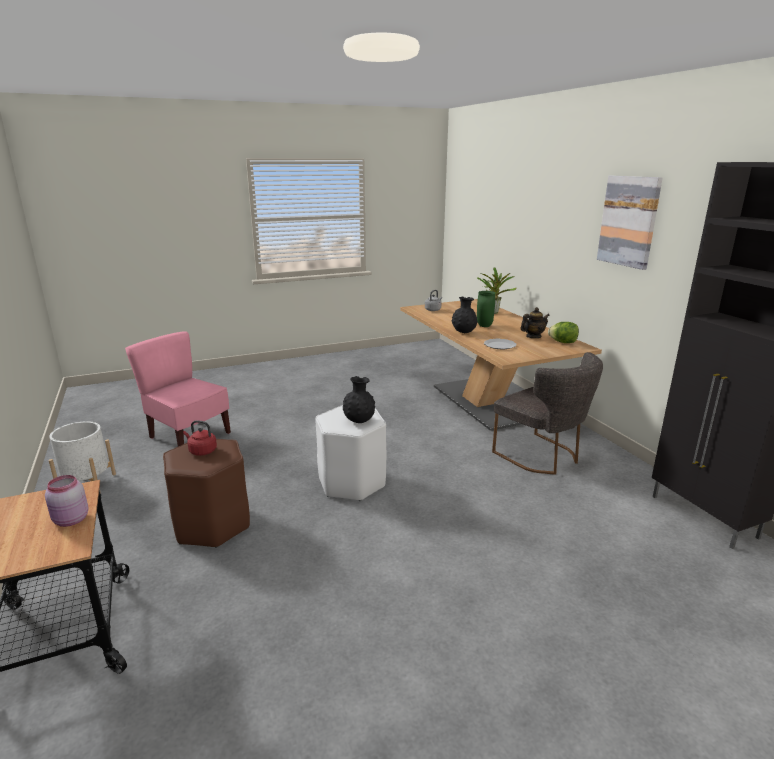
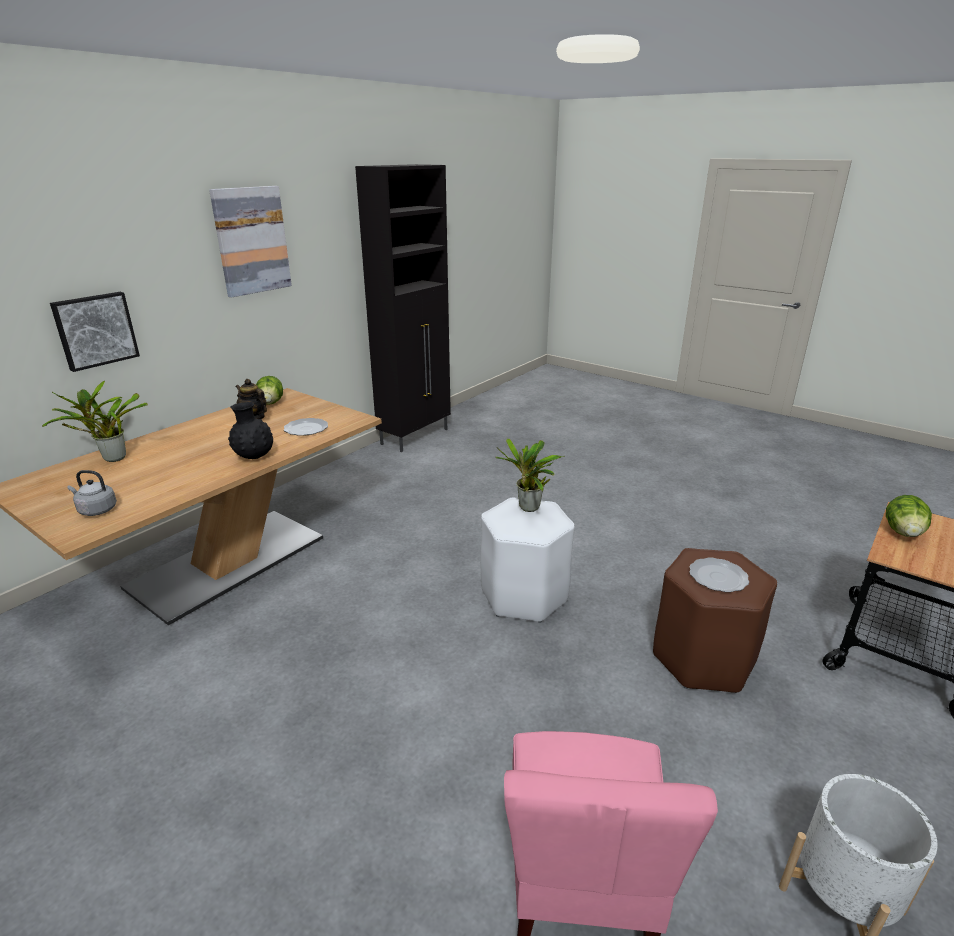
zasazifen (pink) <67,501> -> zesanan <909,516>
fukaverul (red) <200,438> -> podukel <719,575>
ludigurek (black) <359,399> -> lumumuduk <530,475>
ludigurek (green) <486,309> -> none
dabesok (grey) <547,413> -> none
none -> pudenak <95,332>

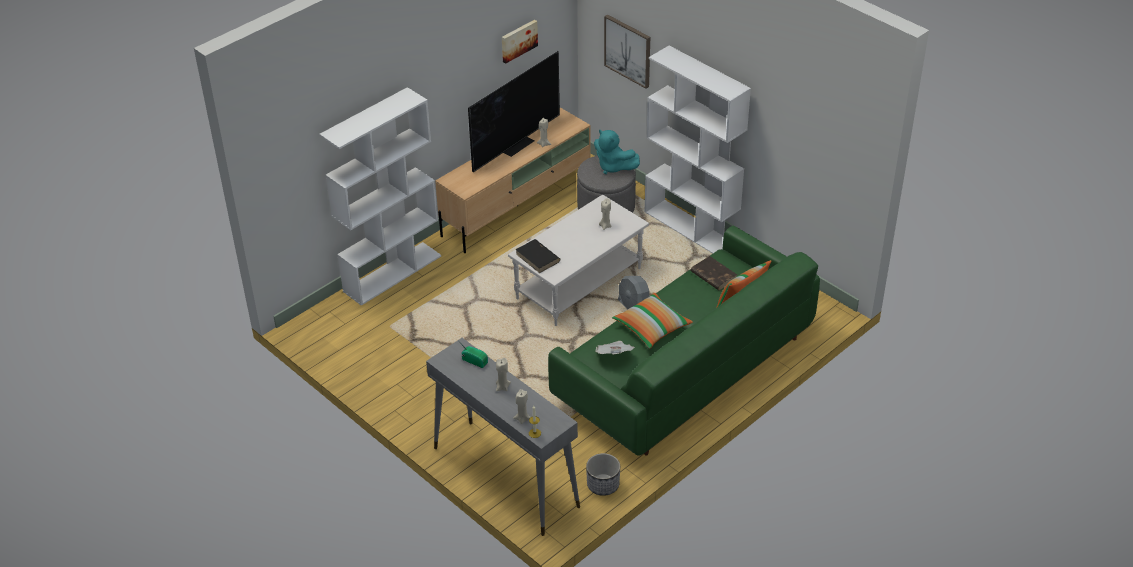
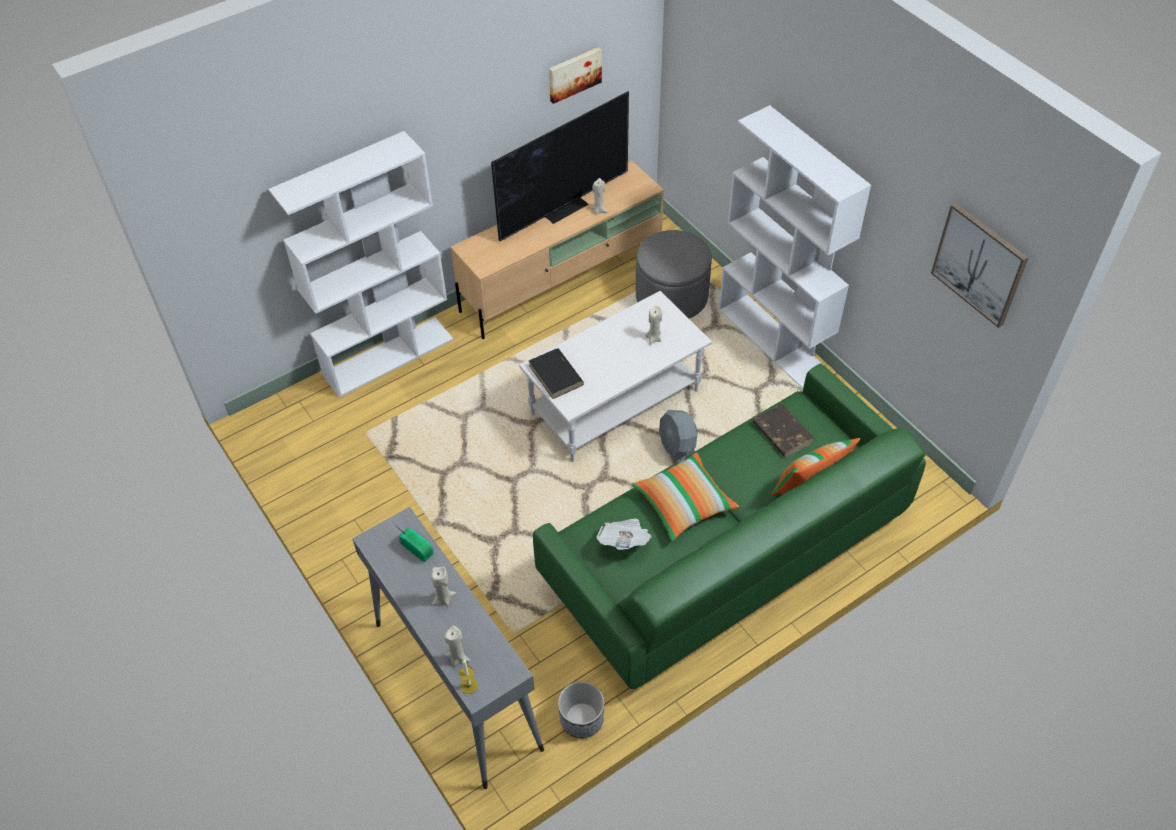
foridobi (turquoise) <617,151> -> none
pudenak <627,52> -> pudenak <980,265>, relocated

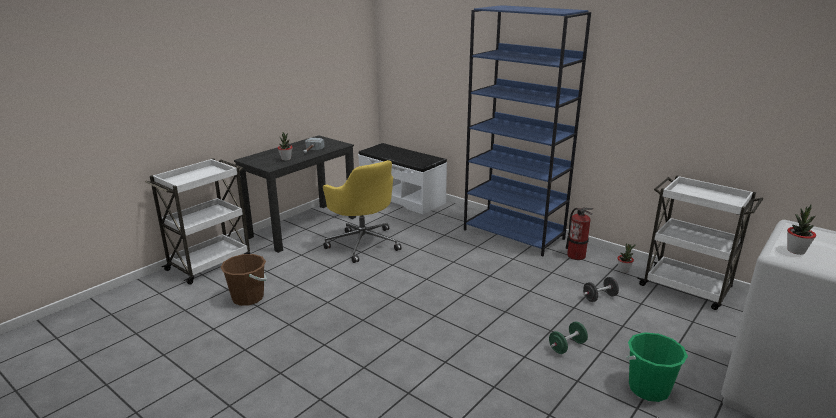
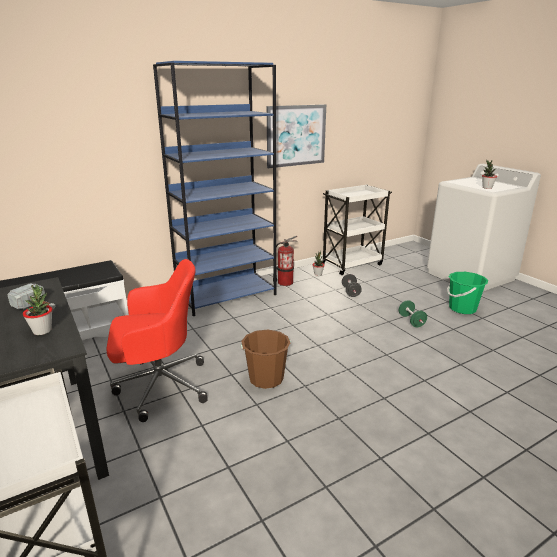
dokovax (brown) <243,280> -> dokovax (brown) <265,359>, relocated
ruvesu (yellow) <362,211> -> ruvesu (red) <157,340>
none -> pudenak <296,136>

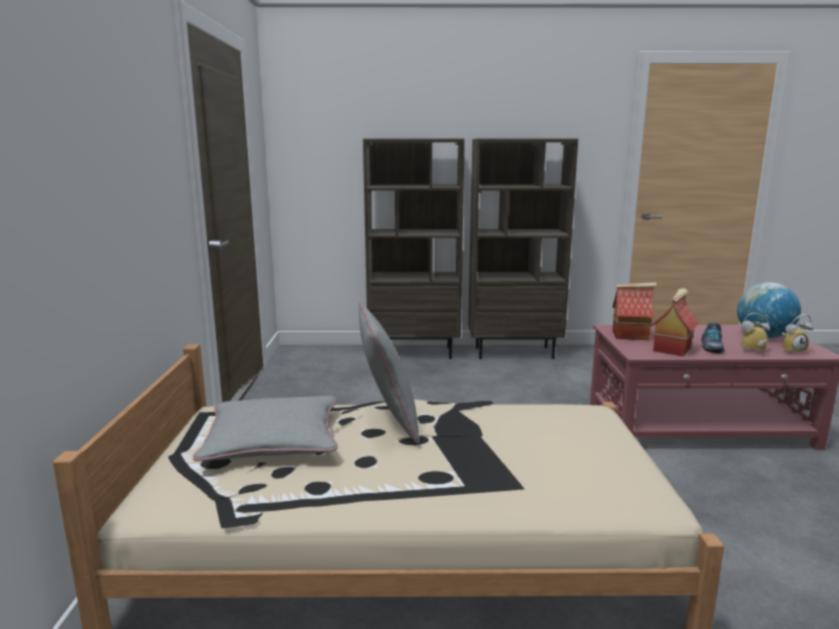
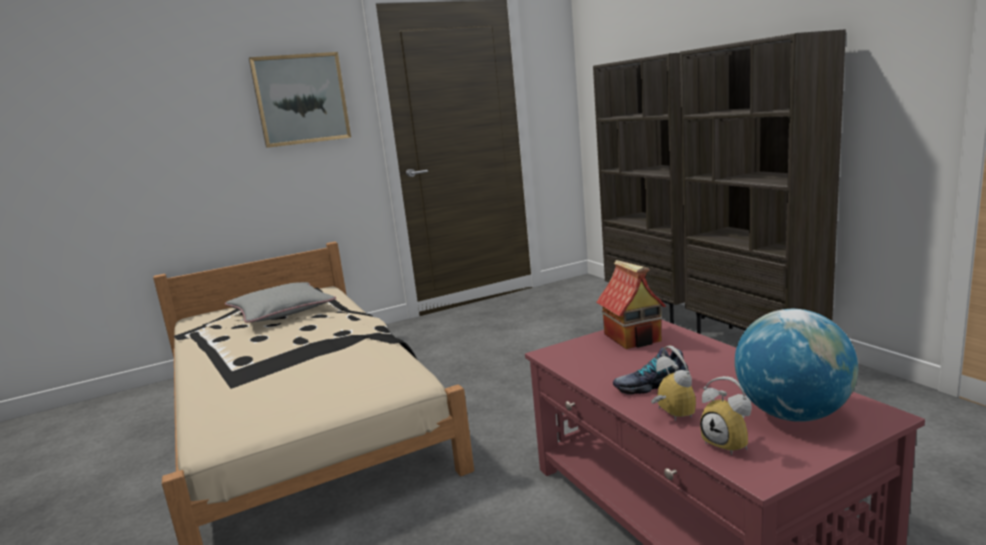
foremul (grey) <389,373> -> none
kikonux <675,322> -> none
none -> pudenak <300,100>

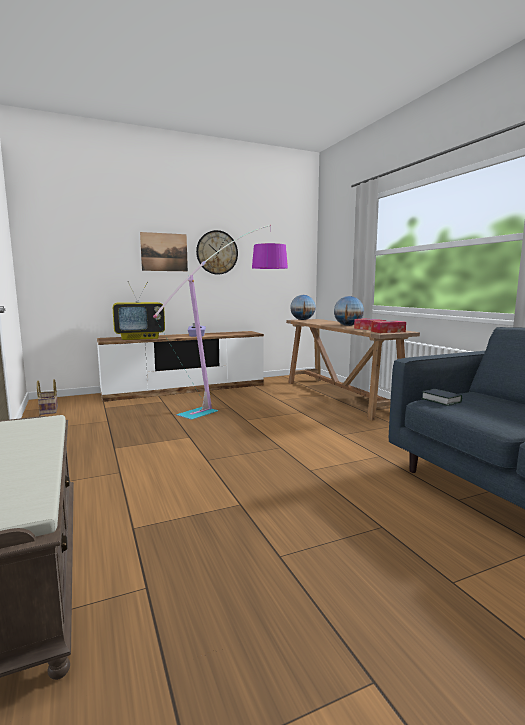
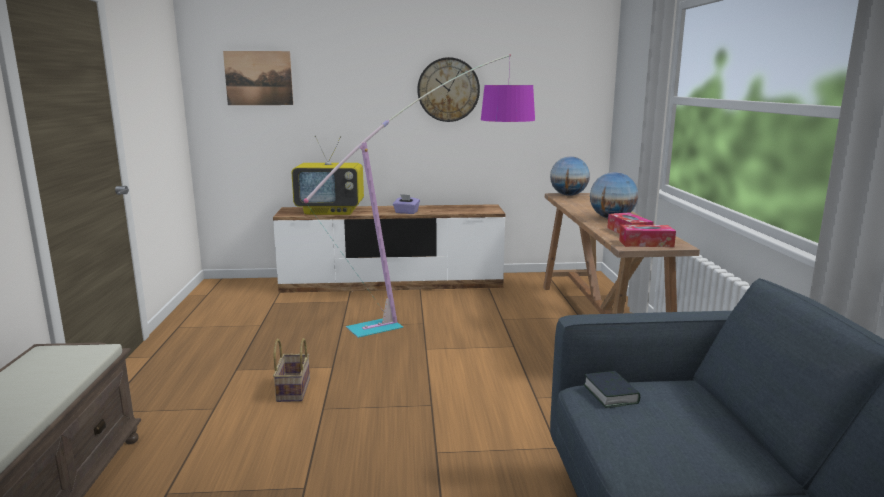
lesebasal <47,397> -> lesebasal <291,370>, relocated
pudenak <164,251> -> pudenak <258,78>, relocated

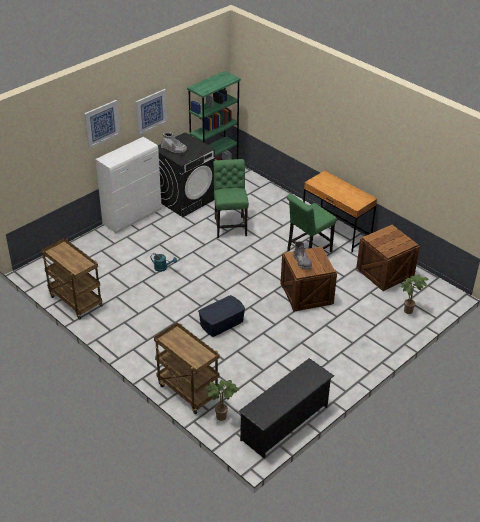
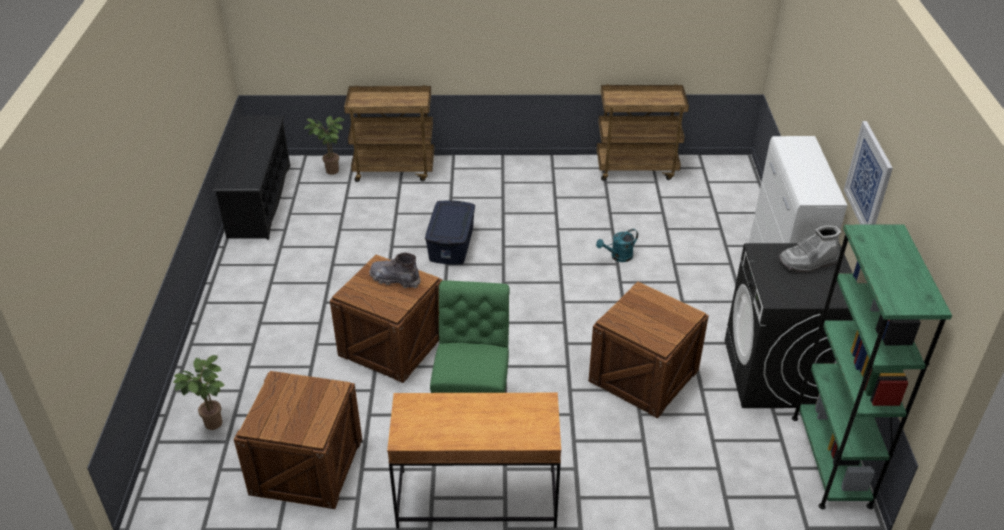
pudenak <102,124> -> none
dabesok (green) <231,198> -> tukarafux <649,350>

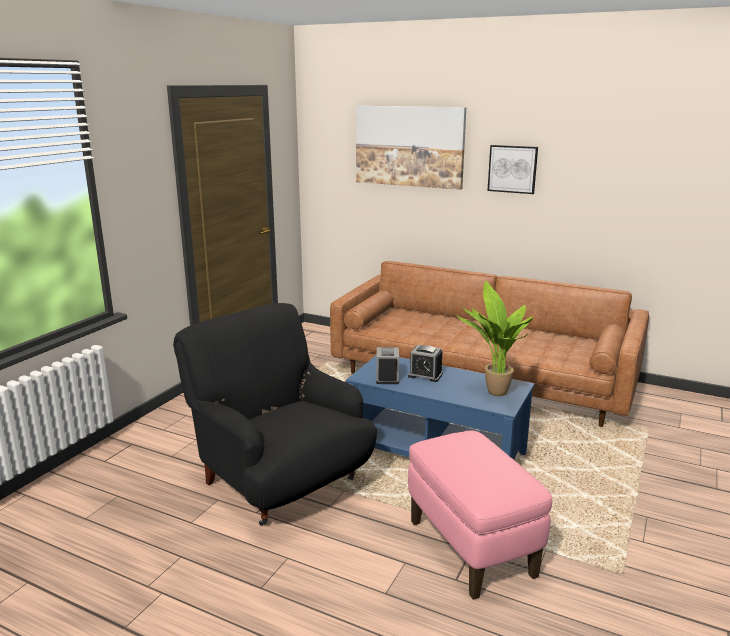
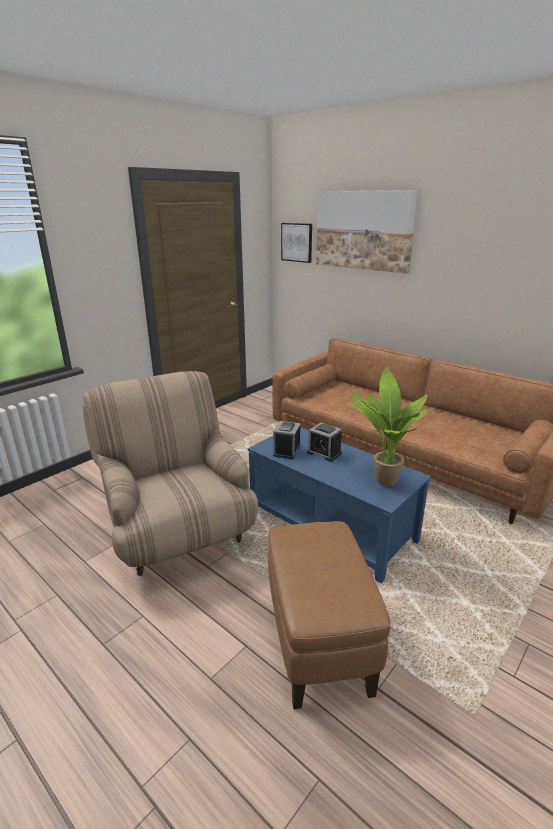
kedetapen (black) <275,414> -> kedetapen (beige) <170,473>
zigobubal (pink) <480,515> -> zigobubal (brown) <329,615>
pudenak <512,169> -> pudenak <296,243>, relocated

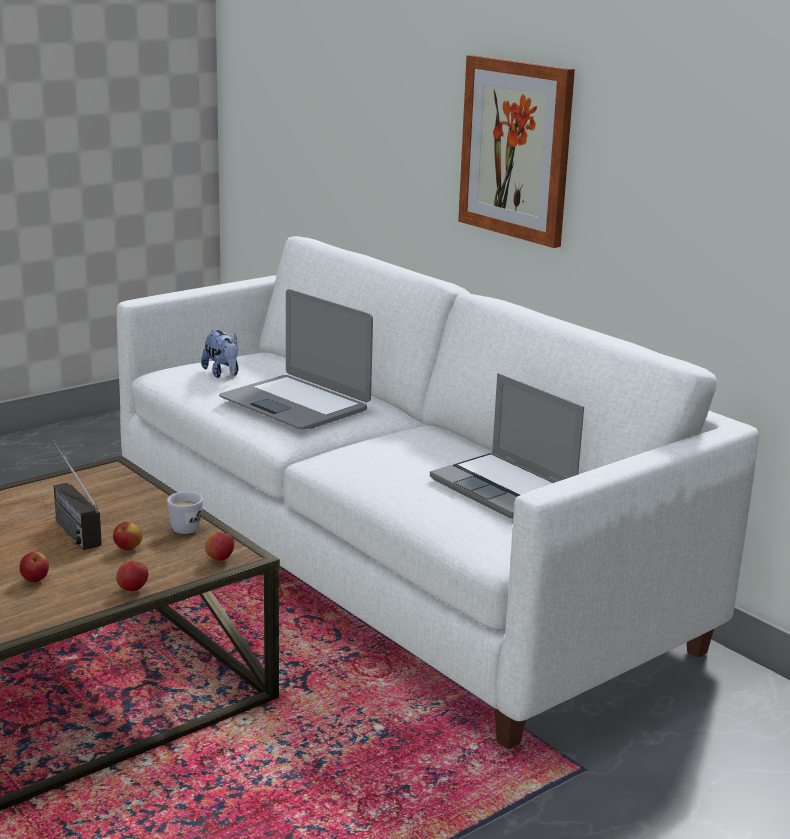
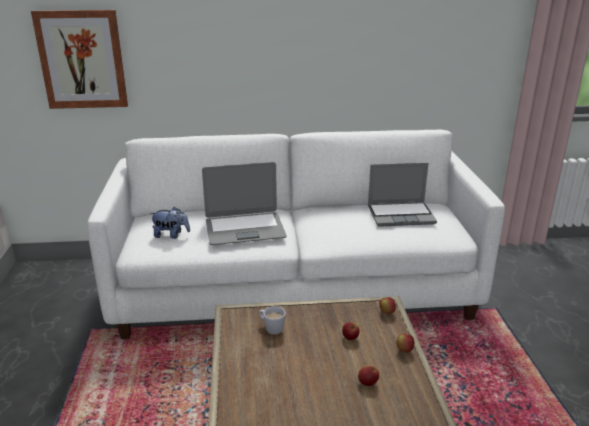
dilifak <77,495> -> none
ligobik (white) <185,513> -> ligobik (white) <272,320>, relocated
pudenak <516,151> -> pudenak <79,59>, relocated

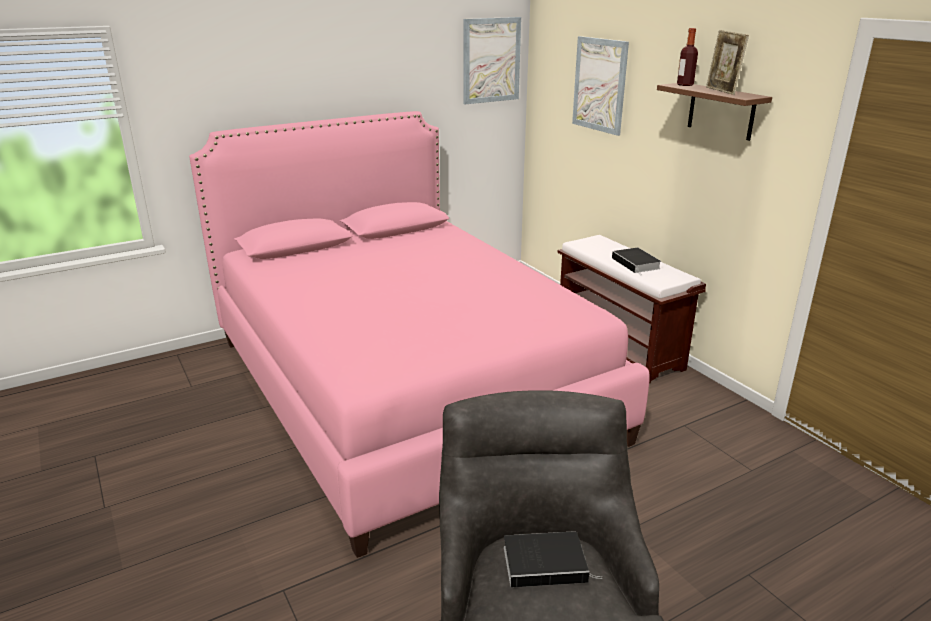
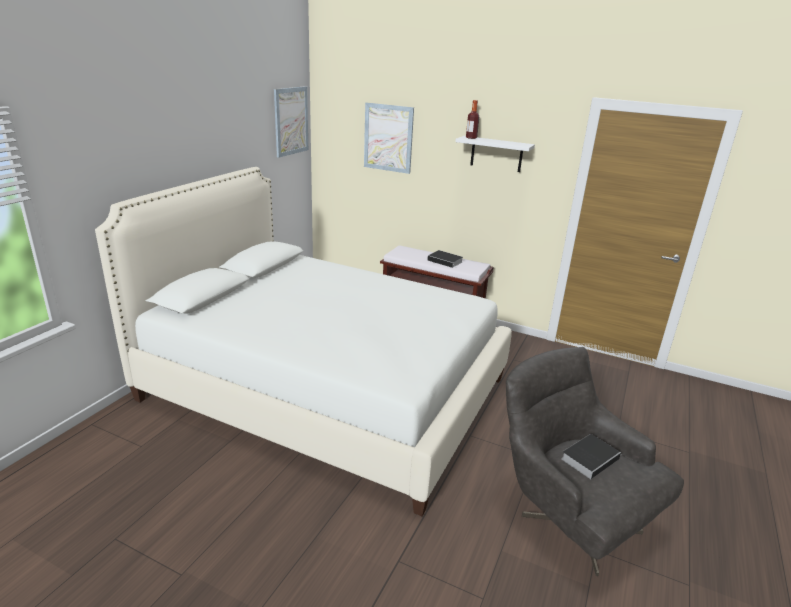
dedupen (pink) <419,334> -> dedupen (white) <303,341>
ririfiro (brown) <714,112> -> ririfiro (white) <495,154>
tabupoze <727,62> -> none

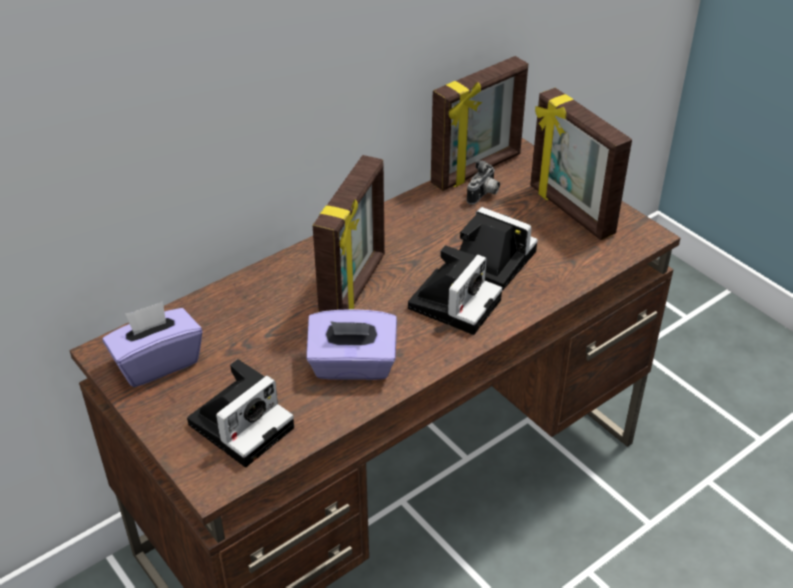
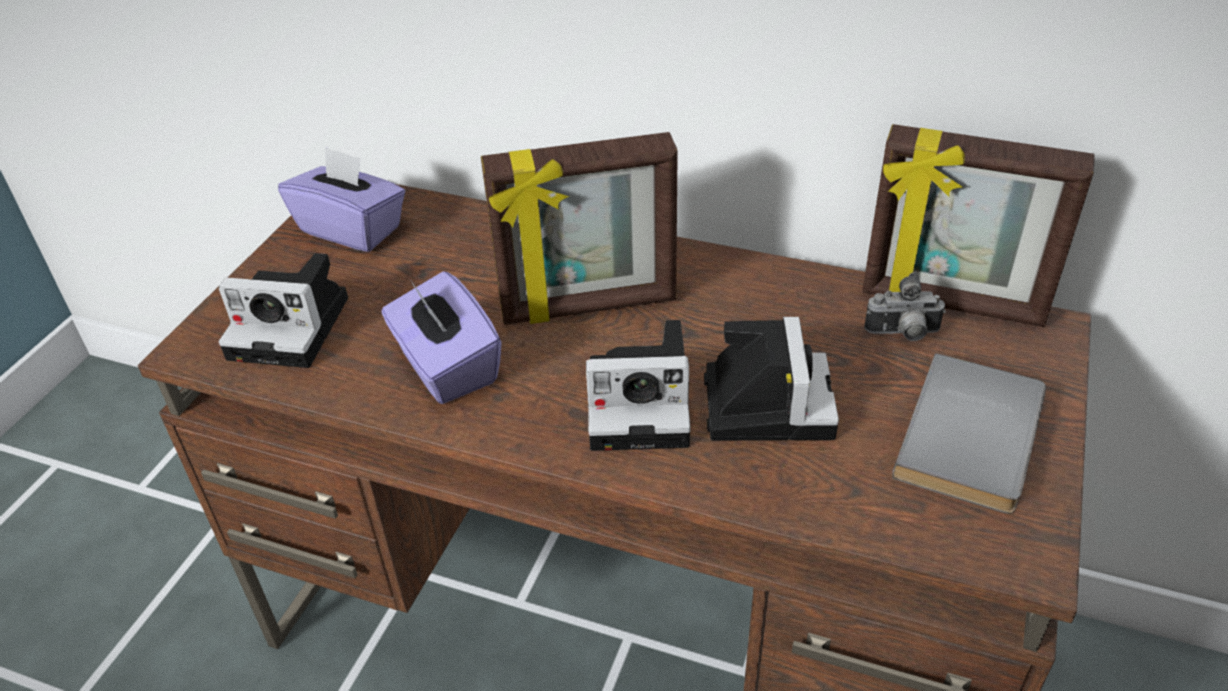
tabupoze <581,164> -> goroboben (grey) <969,433>

